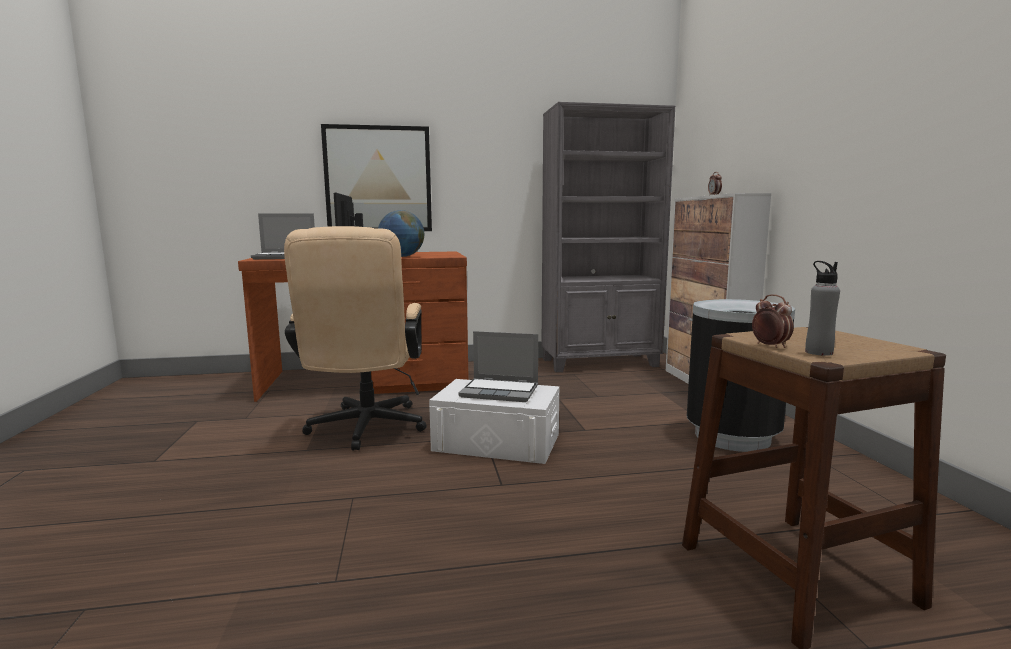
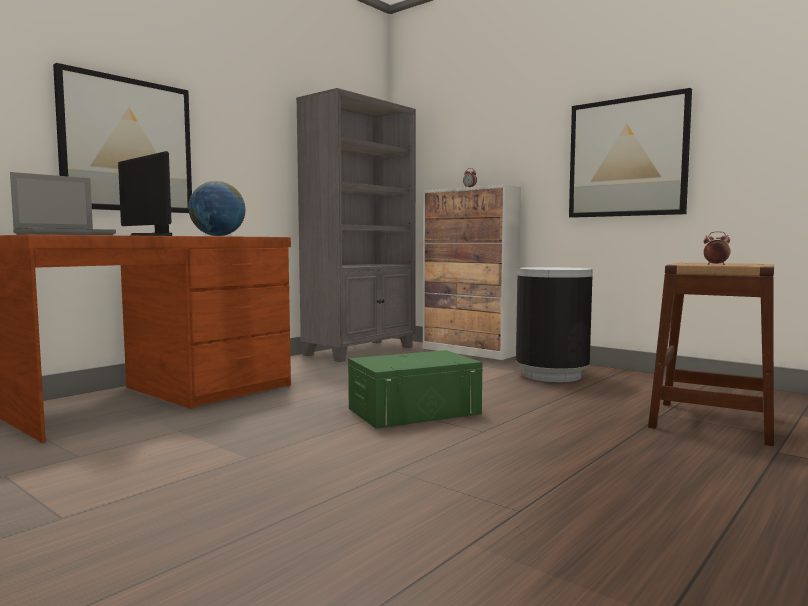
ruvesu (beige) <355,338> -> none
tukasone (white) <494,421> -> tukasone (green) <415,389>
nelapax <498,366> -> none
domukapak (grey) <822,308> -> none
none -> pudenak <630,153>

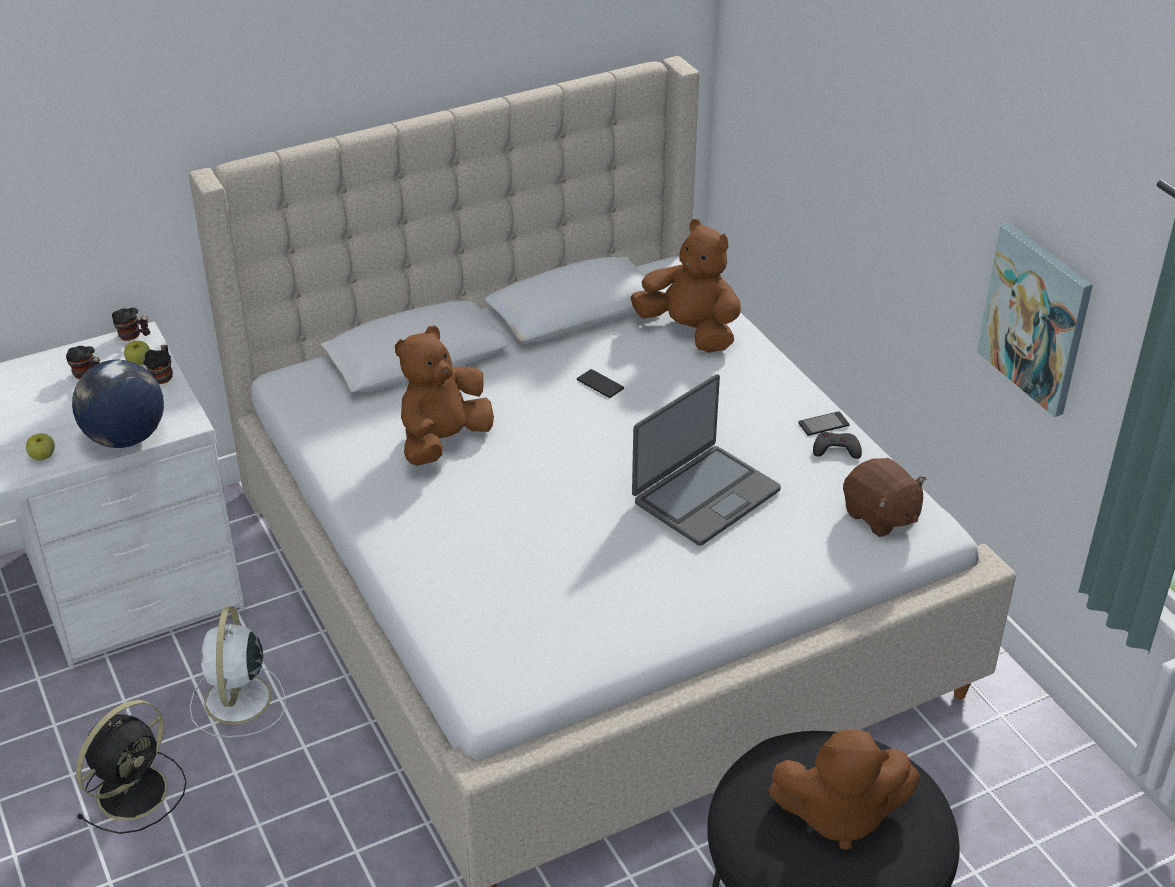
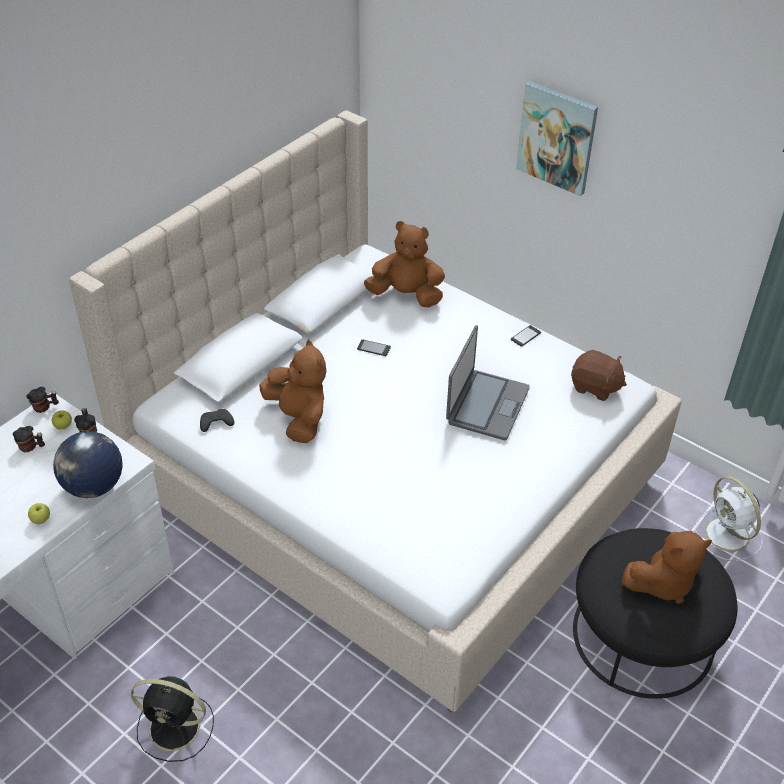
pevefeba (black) <131,767> -> pevefeba (black) <172,719>, 90 degrees clockwise
pevefeba (white) <238,672> -> pevefeba (white) <729,518>, relocated
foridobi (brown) <444,396> -> foridobi (brown) <292,391>, 135 degrees clockwise
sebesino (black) <837,445> -> sebesino (black) <217,420>, relocated
pudenak <1035,320> -> pudenak <557,138>, relocated

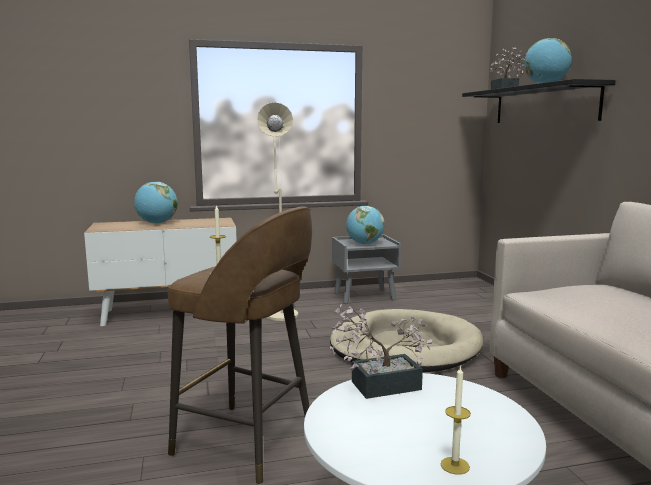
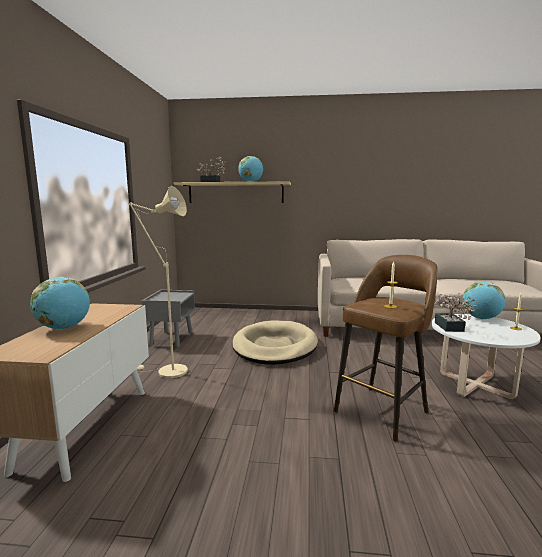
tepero <365,225> -> tepero <484,300>, relocated
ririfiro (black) <539,101> -> ririfiro (beige) <232,192>

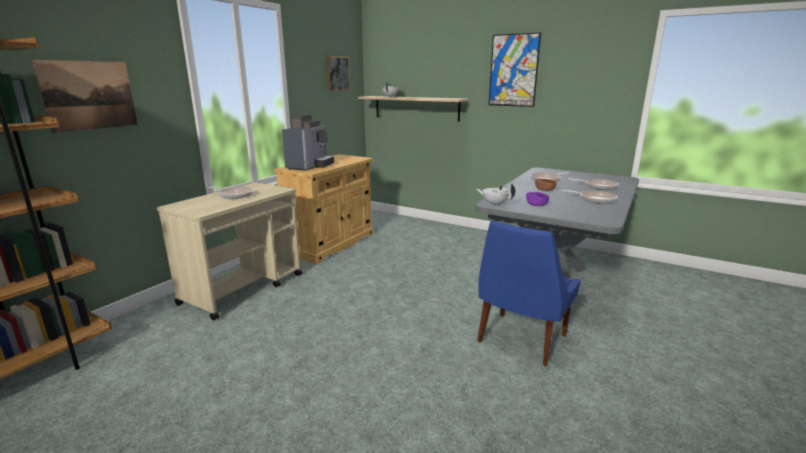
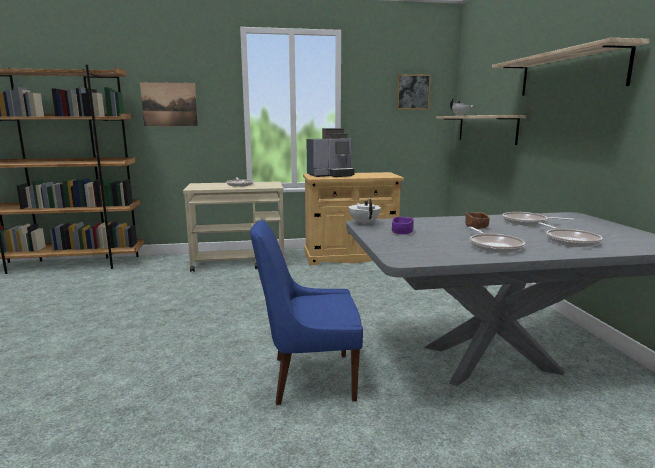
pudenak <515,70> -> ririfiro <571,67>

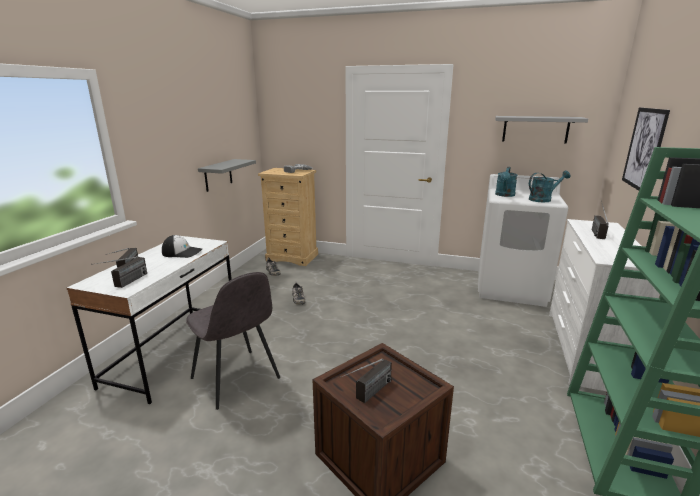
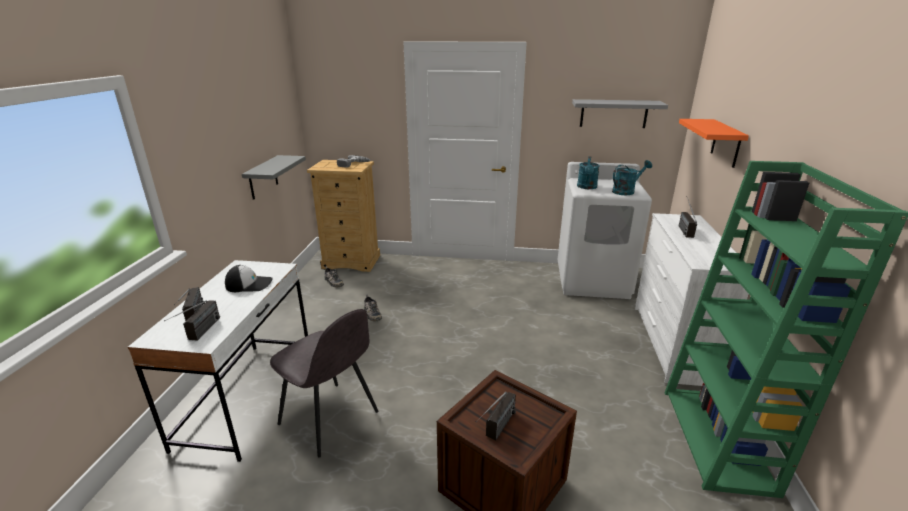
pudenak <646,149> -> ririfiro (orange) <714,143>

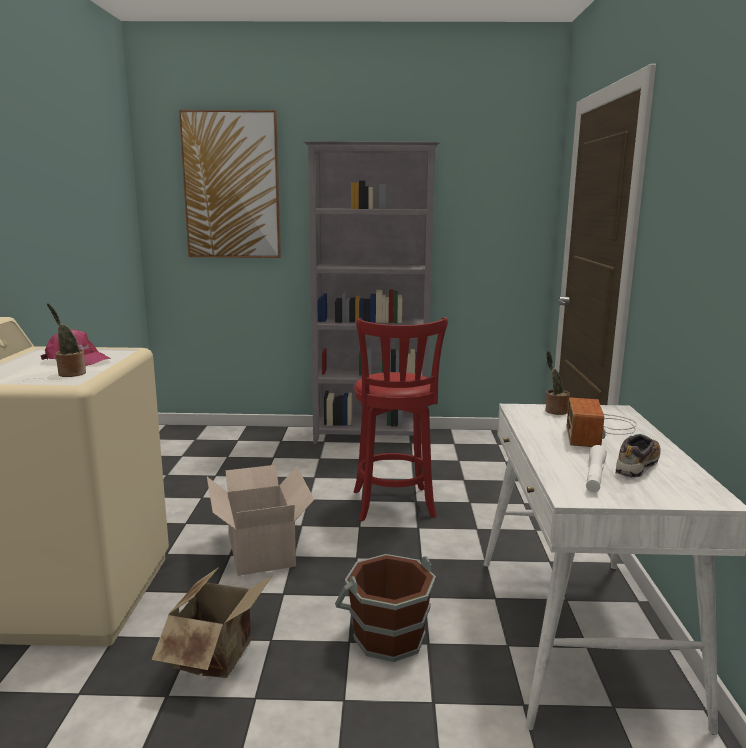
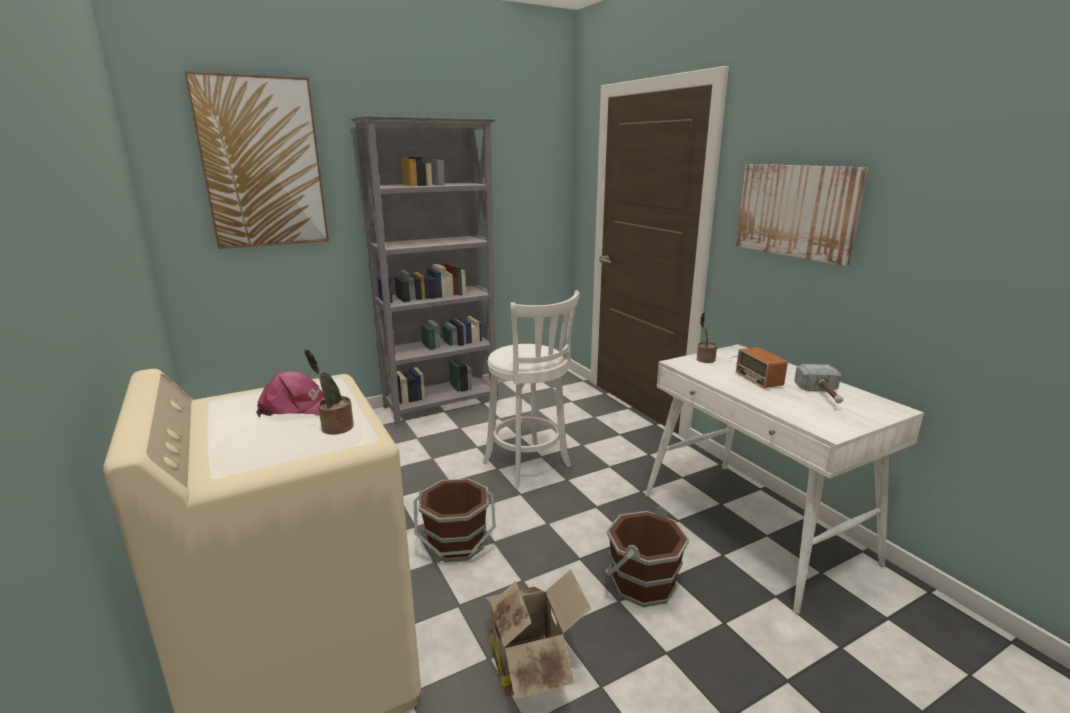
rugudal <260,520> -> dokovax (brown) <455,520>
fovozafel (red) <401,419> -> fovozafel (white) <531,389>
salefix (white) <596,469> -> none
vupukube <638,456> -> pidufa <818,383>
none -> pudenak <802,215>

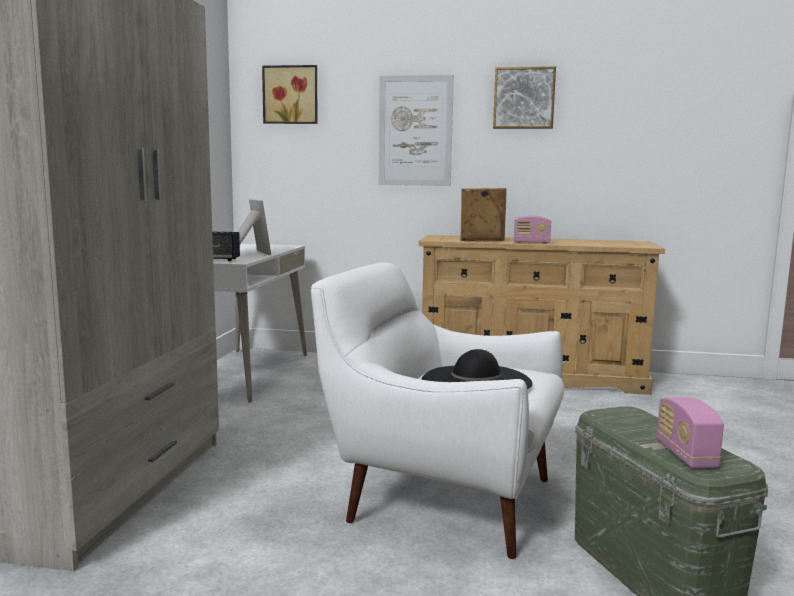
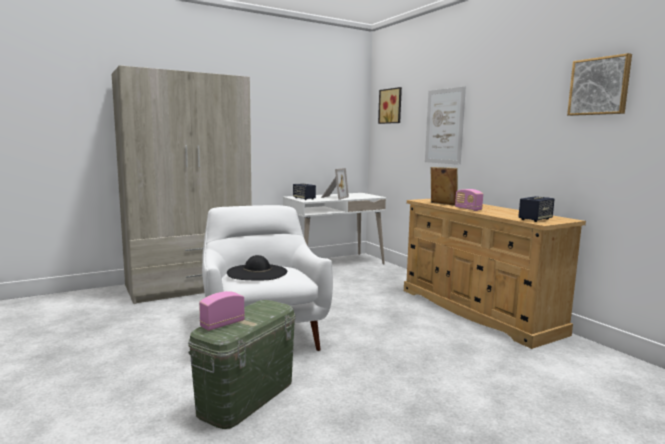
pudenak <524,97> -> pudenak <599,84>, relocated
none -> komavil <536,209>

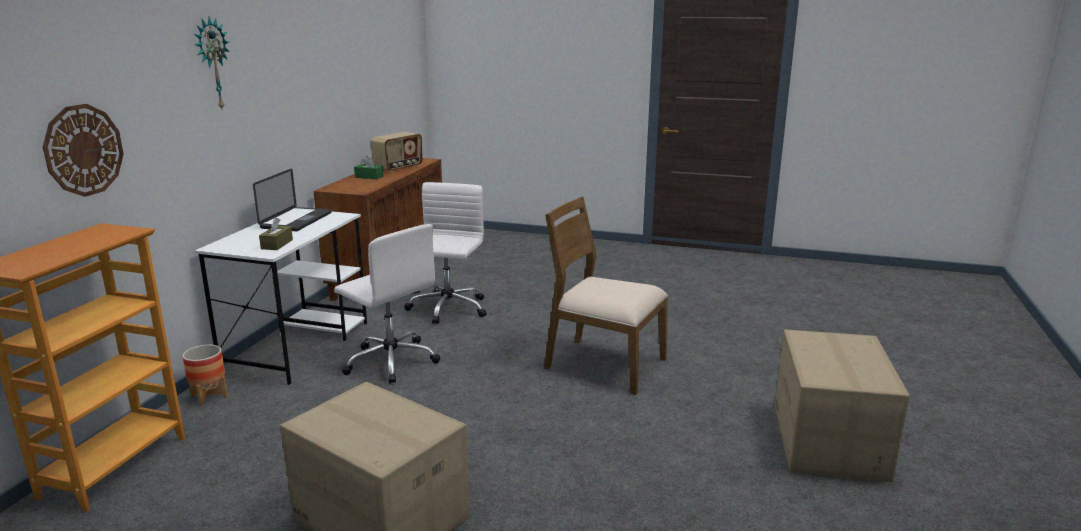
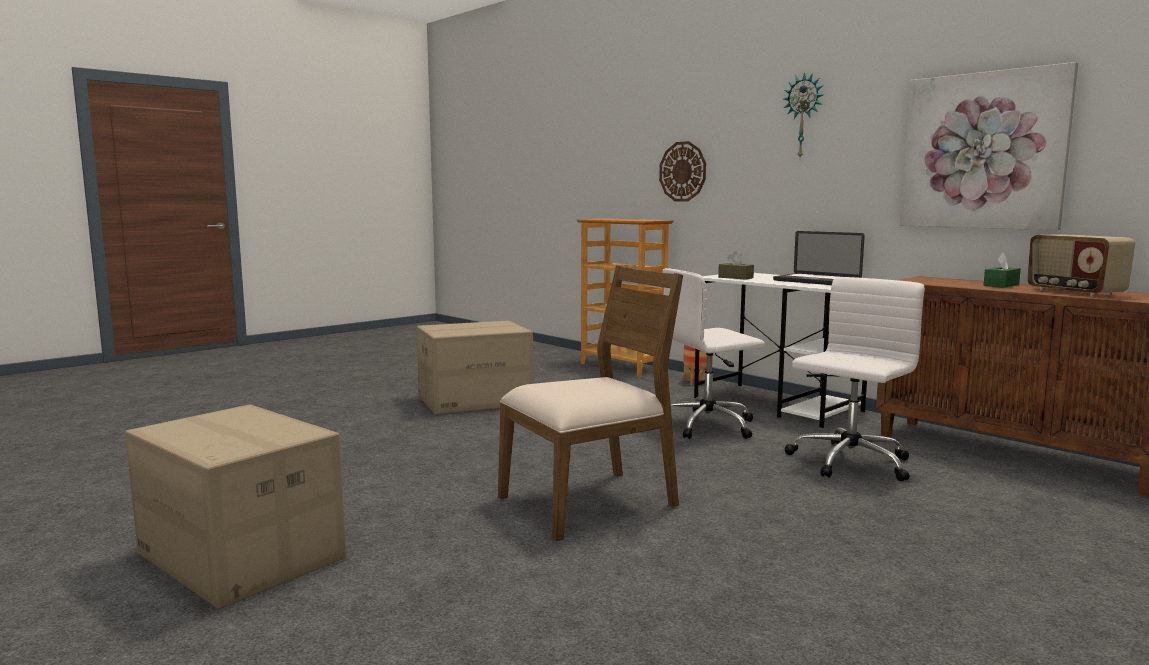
ruvesu (white) <445,253> -> ruvesu (white) <854,379>, 90 degrees counterclockwise
none -> pudenak <989,146>

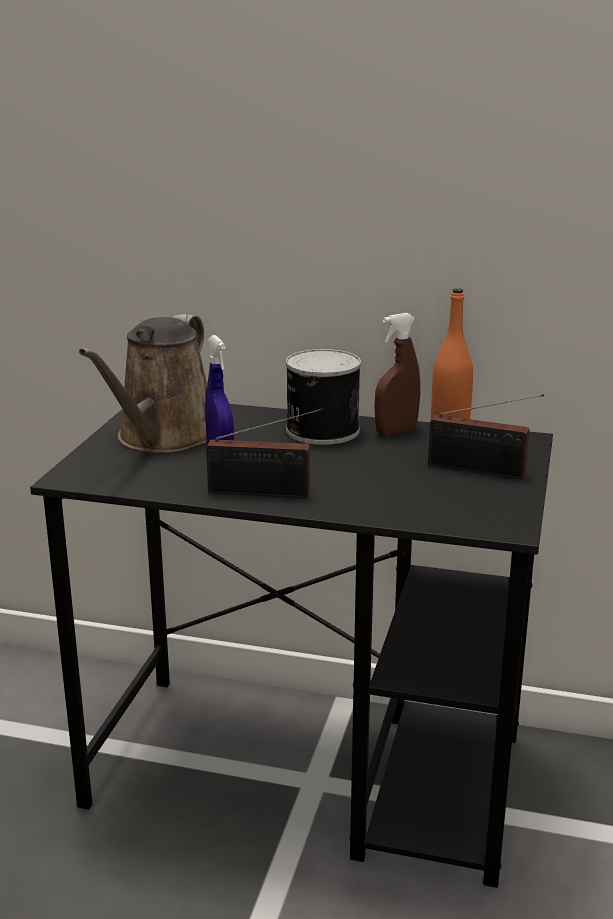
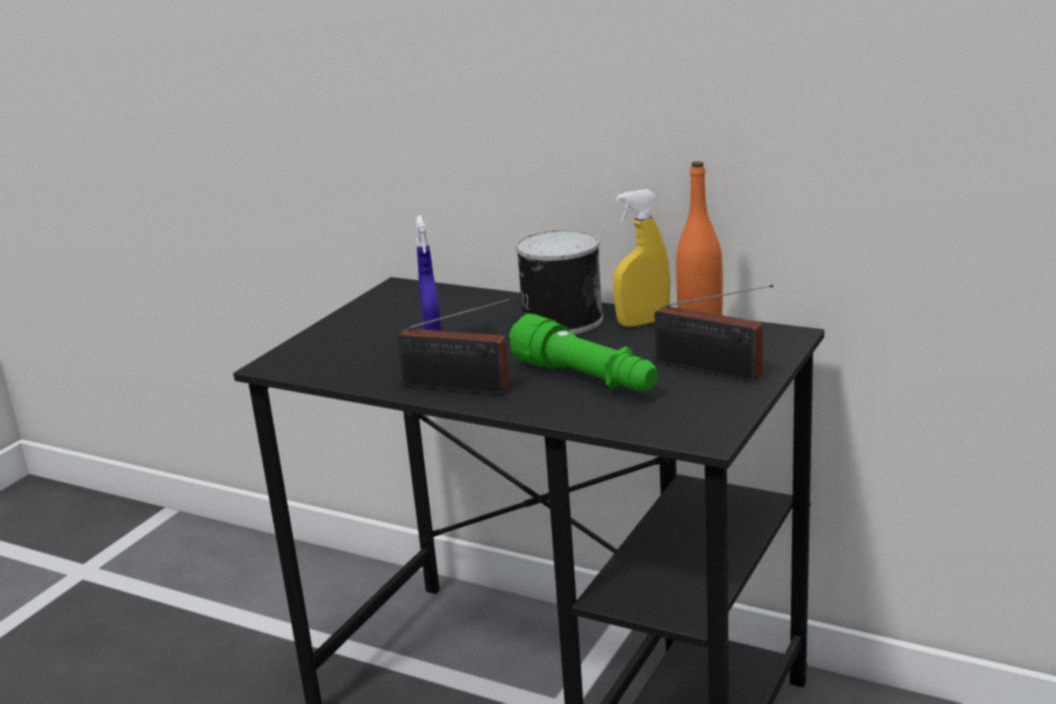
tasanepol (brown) <143,383> -> none
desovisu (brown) <397,374> -> desovisu (yellow) <641,258>
none -> salefix (green) <583,352>

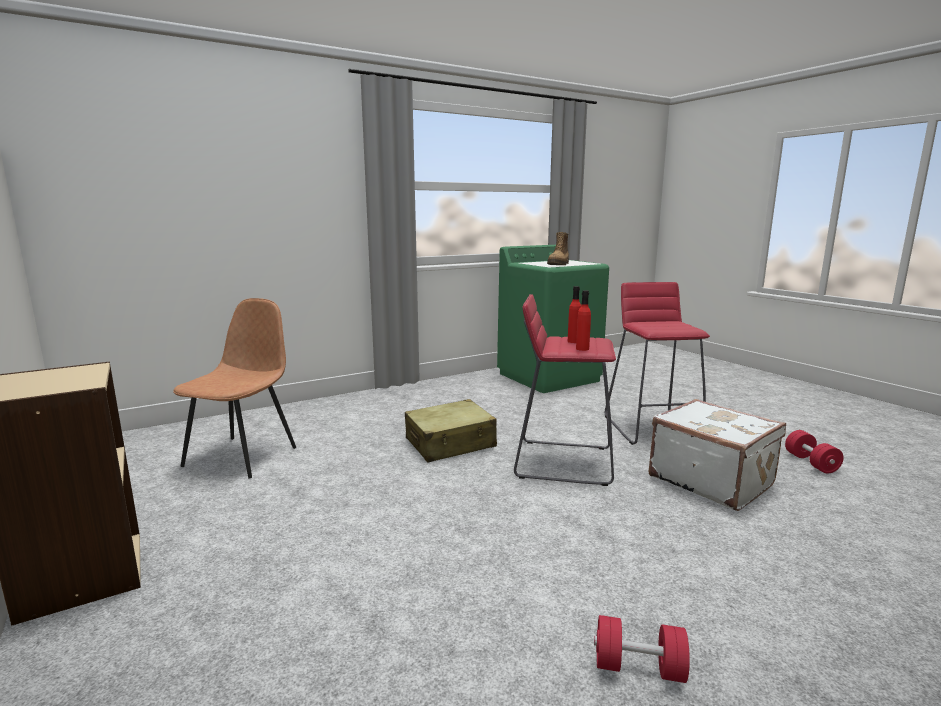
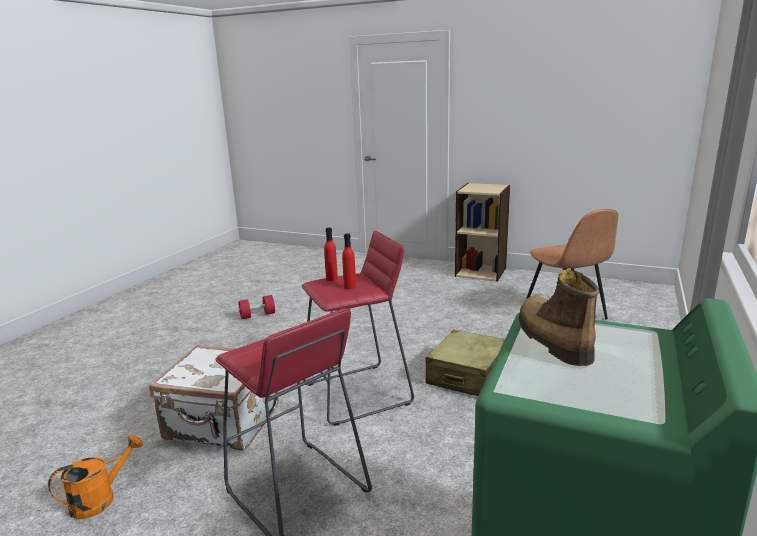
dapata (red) <814,452> -> tasanepol (orange) <95,476>

